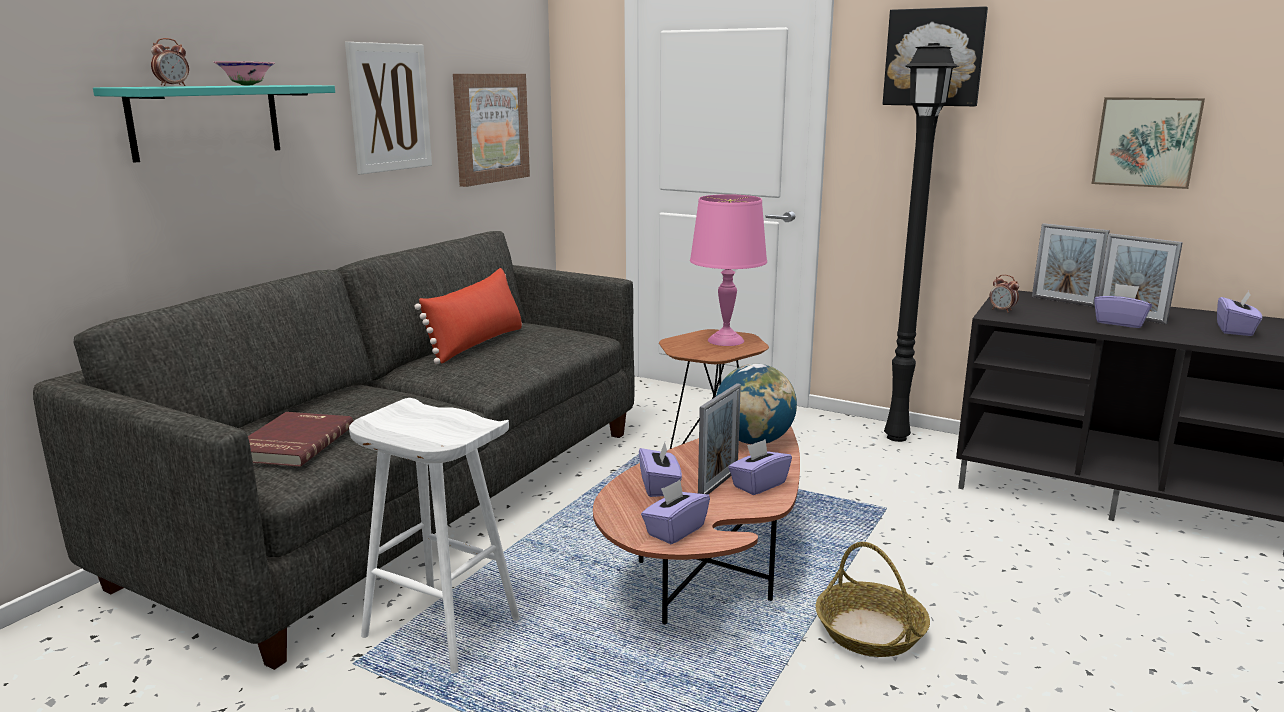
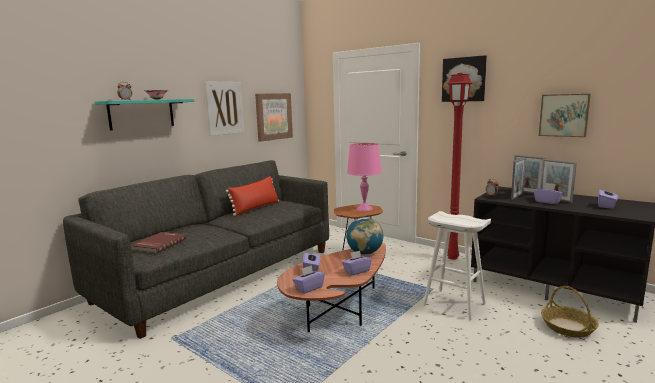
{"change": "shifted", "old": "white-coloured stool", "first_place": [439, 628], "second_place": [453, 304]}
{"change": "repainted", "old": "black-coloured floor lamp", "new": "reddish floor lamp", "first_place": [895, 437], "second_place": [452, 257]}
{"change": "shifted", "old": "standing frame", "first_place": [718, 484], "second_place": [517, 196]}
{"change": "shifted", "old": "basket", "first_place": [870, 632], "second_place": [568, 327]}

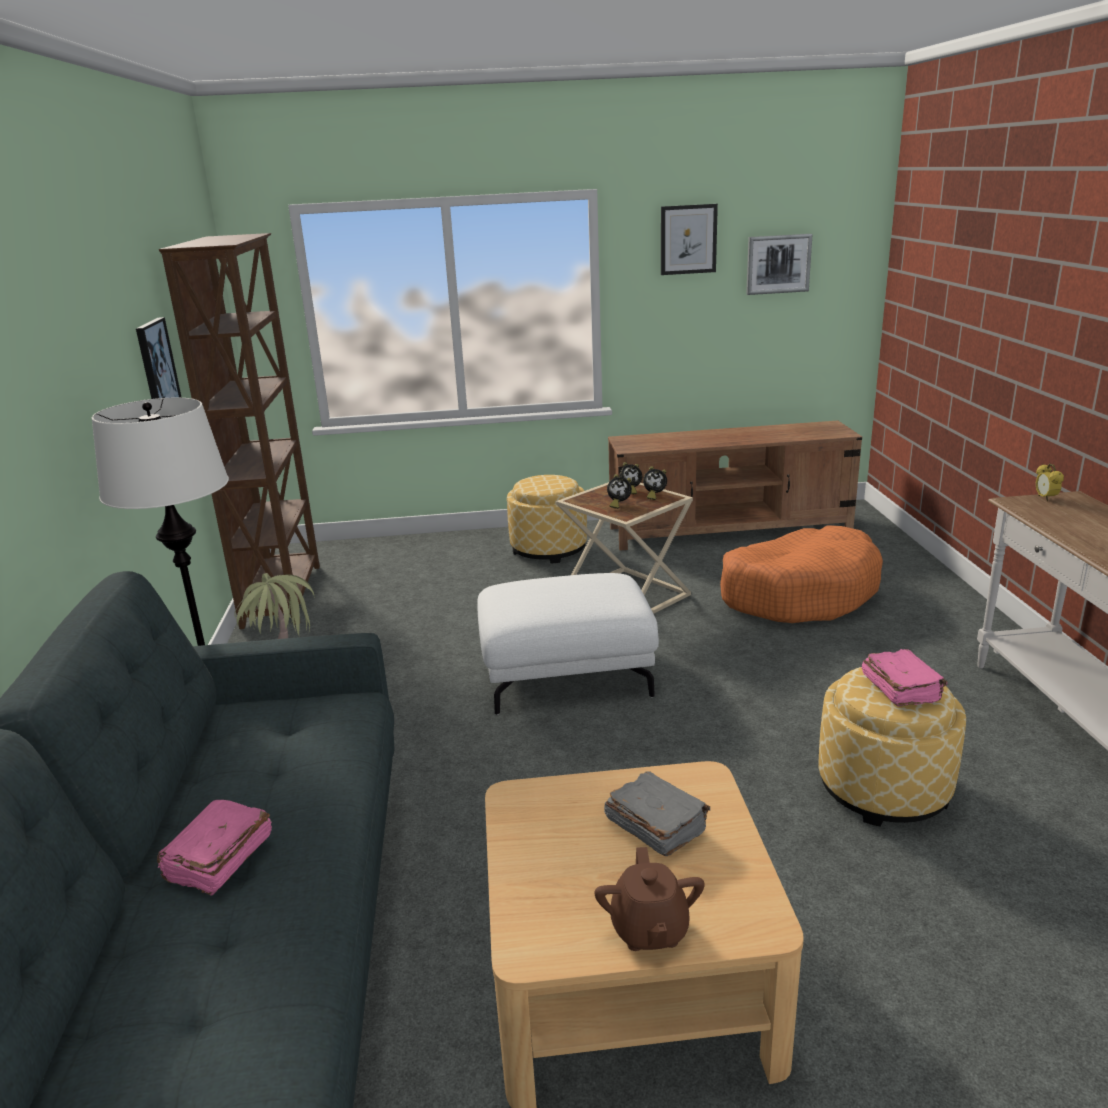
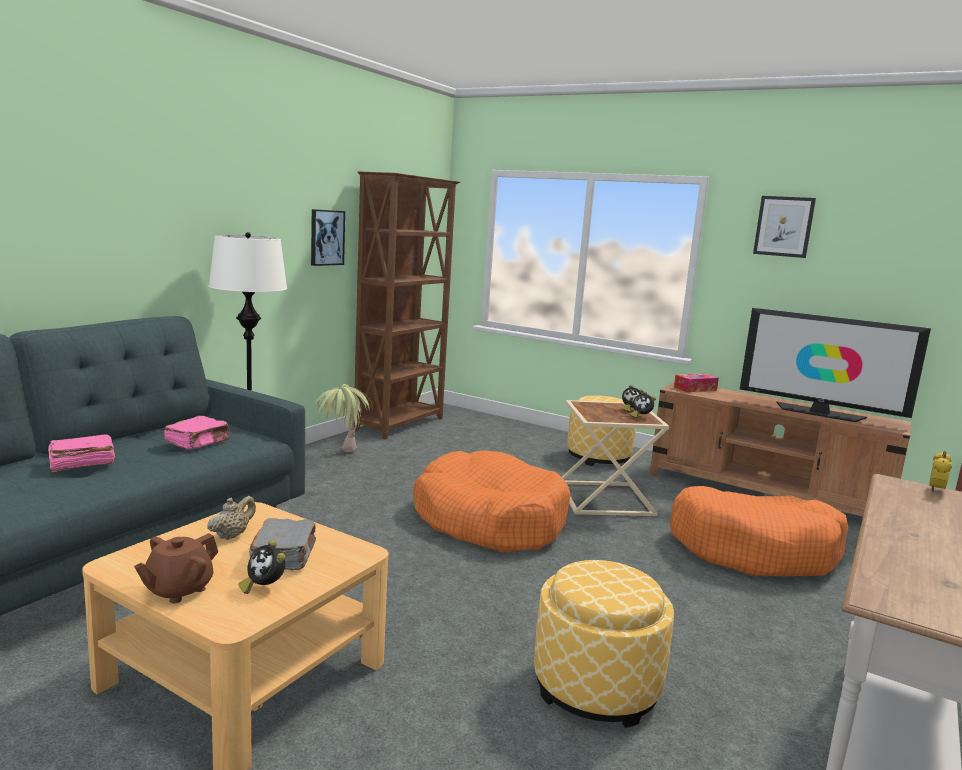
{"change": "shifted", "old": "pink-coloured book", "first_place": [900, 689], "second_place": [198, 442]}
{"change": "new", "new": "beige-coloured teapot", "second_place": [232, 535]}
{"change": "shifted", "old": "table clock", "first_place": [618, 504], "second_place": [264, 587]}
{"change": "swapped", "old": "white-coloured footrest", "new": "orangey dog bed", "first_place": [567, 673], "second_place": [489, 520]}
{"change": "new", "new": "tissue holder", "second_place": [695, 388]}
{"change": "new", "new": "television", "second_place": [819, 413]}
{"change": "gone", "old": "picture", "first_place": [778, 264]}

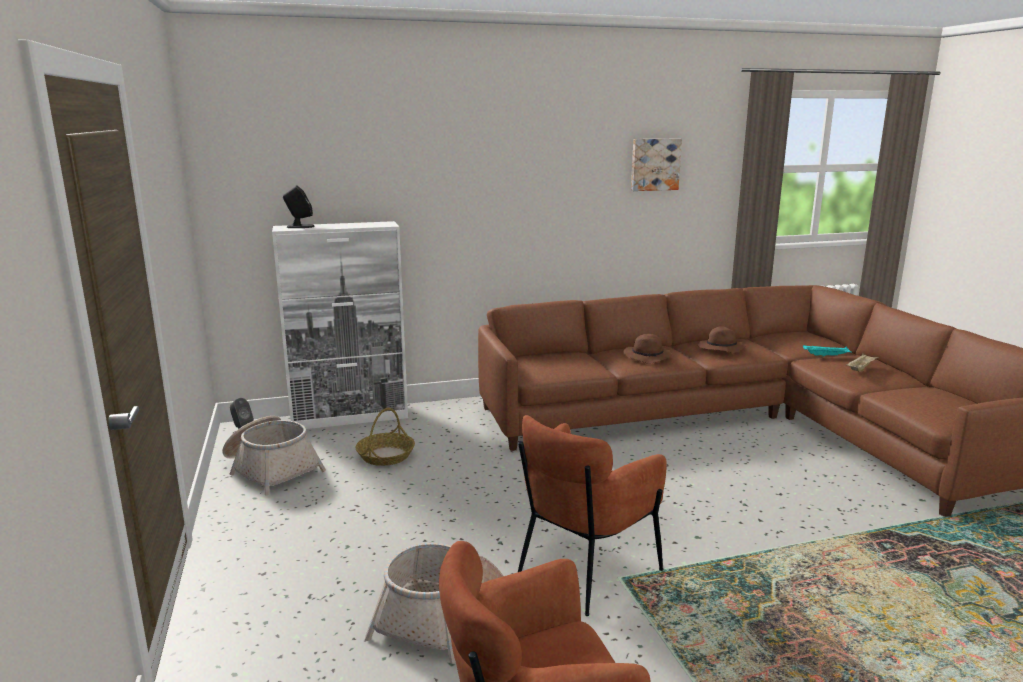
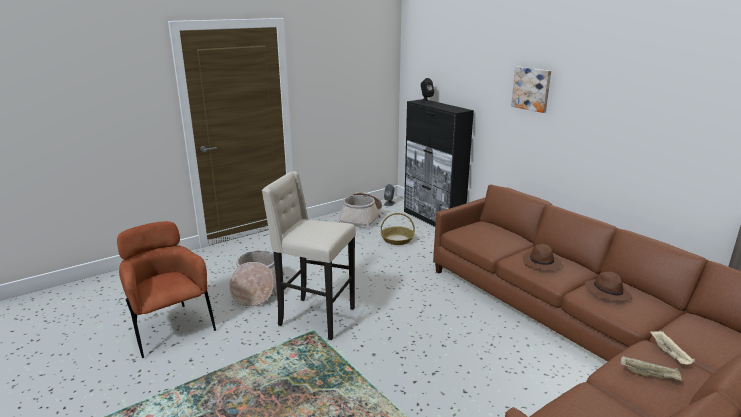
{"change": "swapped", "old": "brown lounge chair", "new": "beige-coloured stool", "first_place": [583, 571], "second_place": [314, 317]}
{"change": "repainted", "old": "white-coloured cabinet", "new": "black-coloured cabinet", "first_place": [350, 417], "second_place": [433, 219]}
{"change": "shifted", "old": "picture", "first_place": [654, 164], "second_place": [532, 89]}
{"change": "repainted", "old": "turquoise tray", "new": "beige-coloured tray", "first_place": [826, 356], "second_place": [670, 355]}

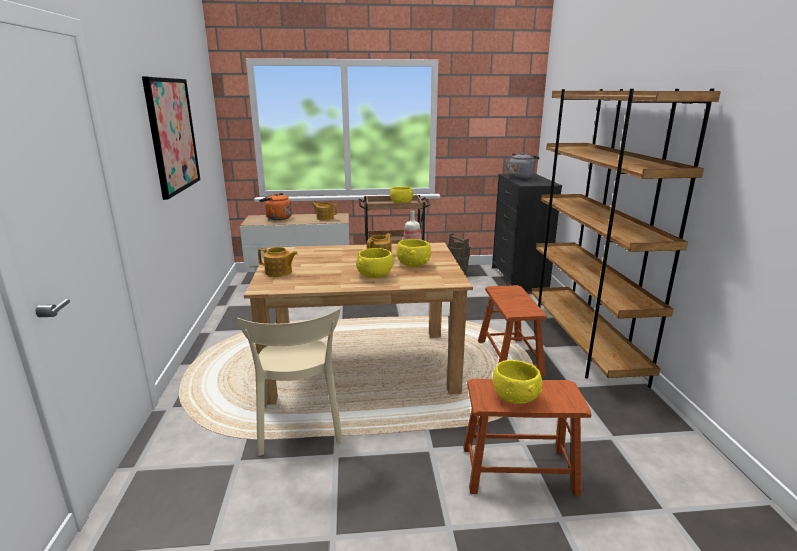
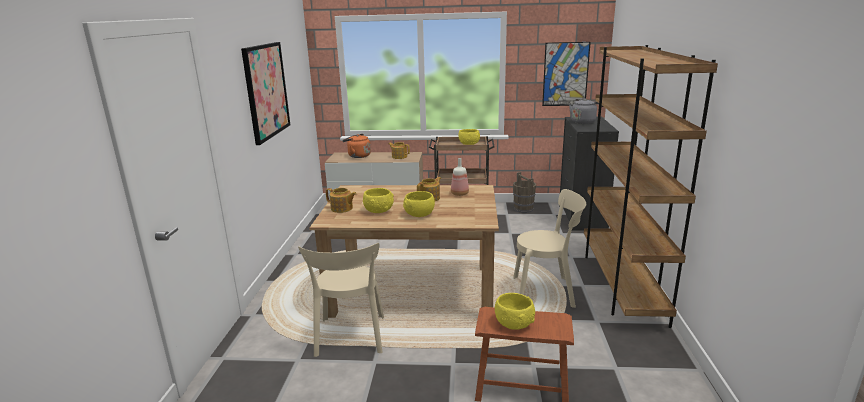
{"change": "shifted", "old": "yellow-coloured serving bowl", "first_place": [413, 264], "second_place": [379, 210]}
{"change": "swapped", "old": "brown stool", "new": "beige-coloured plain chair", "first_place": [509, 357], "second_place": [546, 292]}
{"change": "new", "new": "picture", "second_place": [565, 74]}

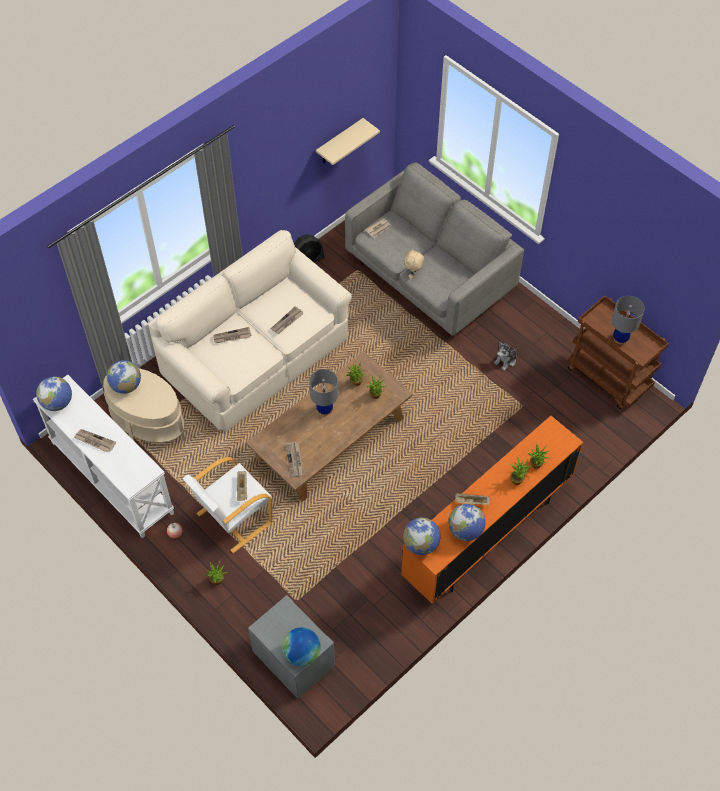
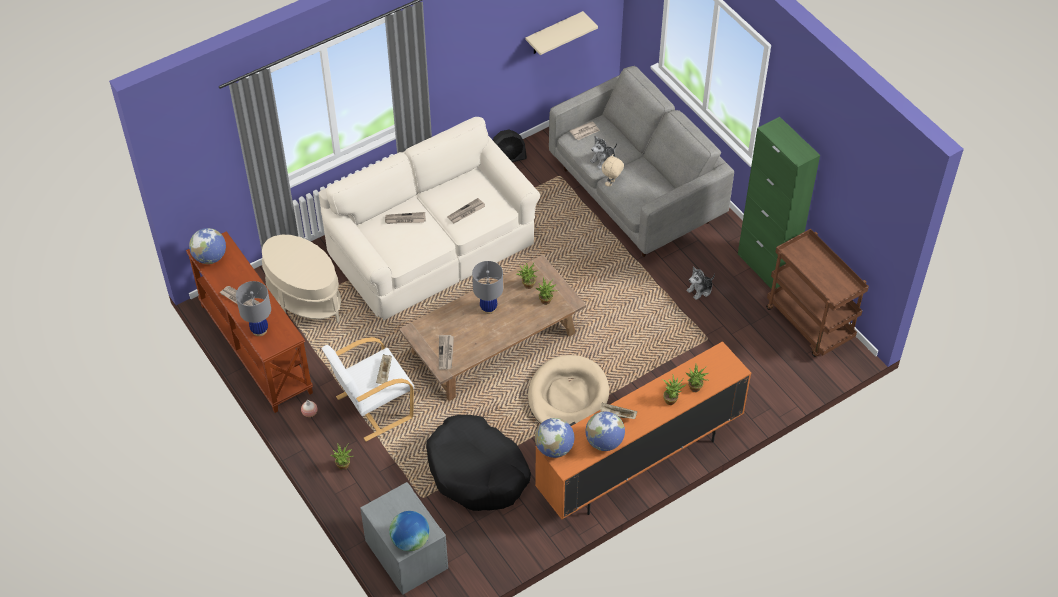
{"change": "repainted", "old": "white-coloured hall table", "new": "brown hall table", "first_place": [111, 478], "second_place": [254, 348]}
{"change": "shifted", "old": "grey tabletop lamp", "first_place": [620, 339], "second_place": [259, 330]}
{"change": "new", "new": "black-coloured dog bed", "second_place": [477, 471]}
{"change": "new", "new": "beige-coloured dog bed", "second_place": [568, 397]}
{"change": "new", "new": "soft toy", "second_place": [603, 160]}
{"change": "new", "new": "green cabinet", "second_place": [765, 267]}
{"change": "gone", "old": "desk globe", "first_place": [126, 386]}

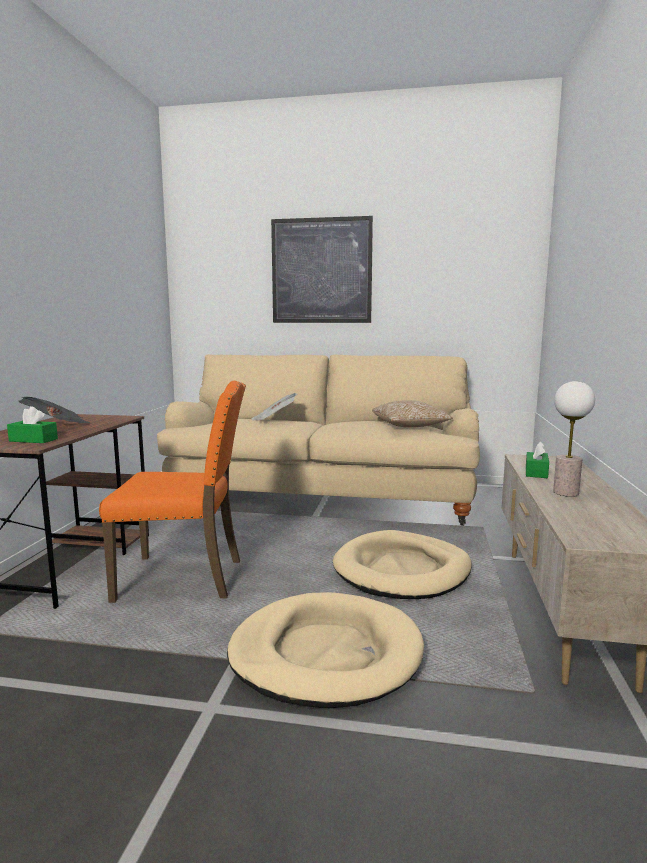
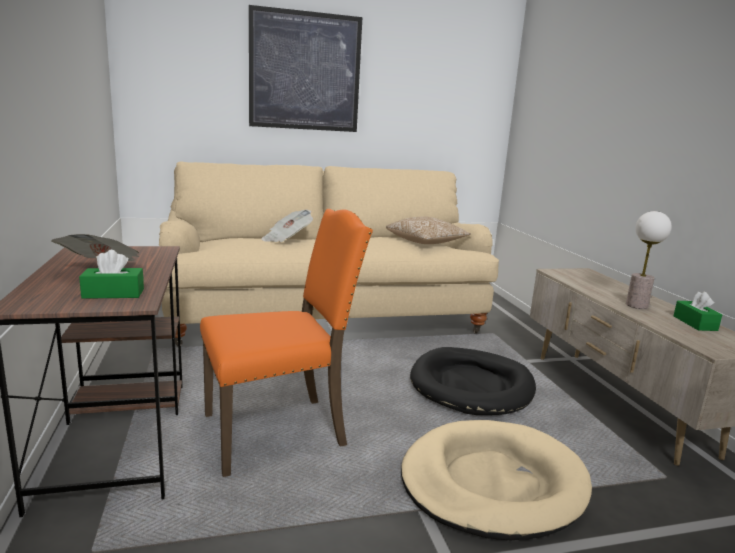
{"change": "repainted", "old": "beige-coloured dog bed", "new": "black-coloured dog bed", "first_place": [402, 570], "second_place": [471, 385]}
{"change": "shifted", "old": "green tissue holder", "first_place": [536, 472], "second_place": [695, 323]}

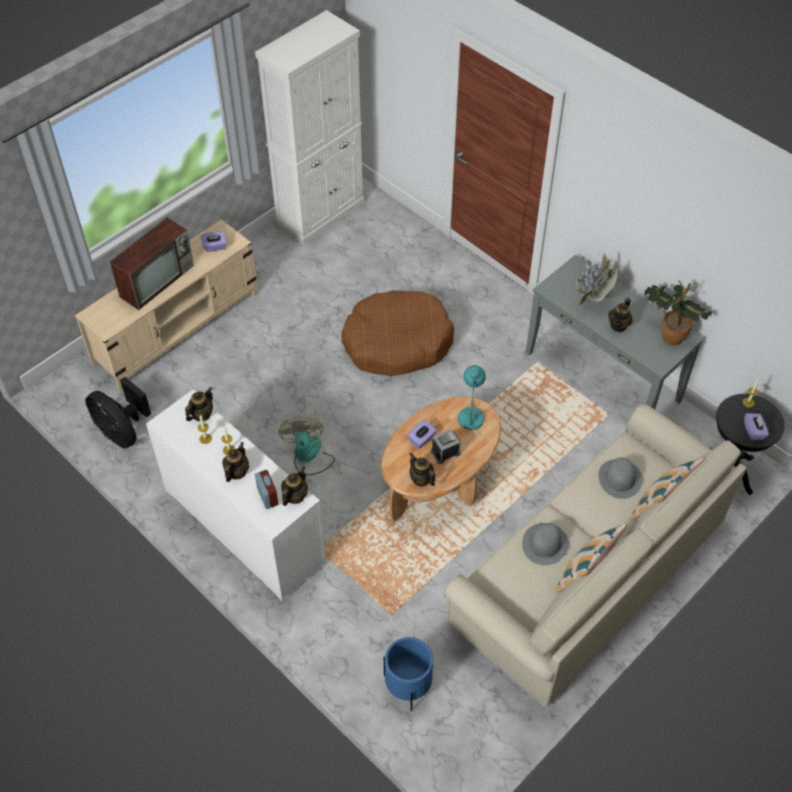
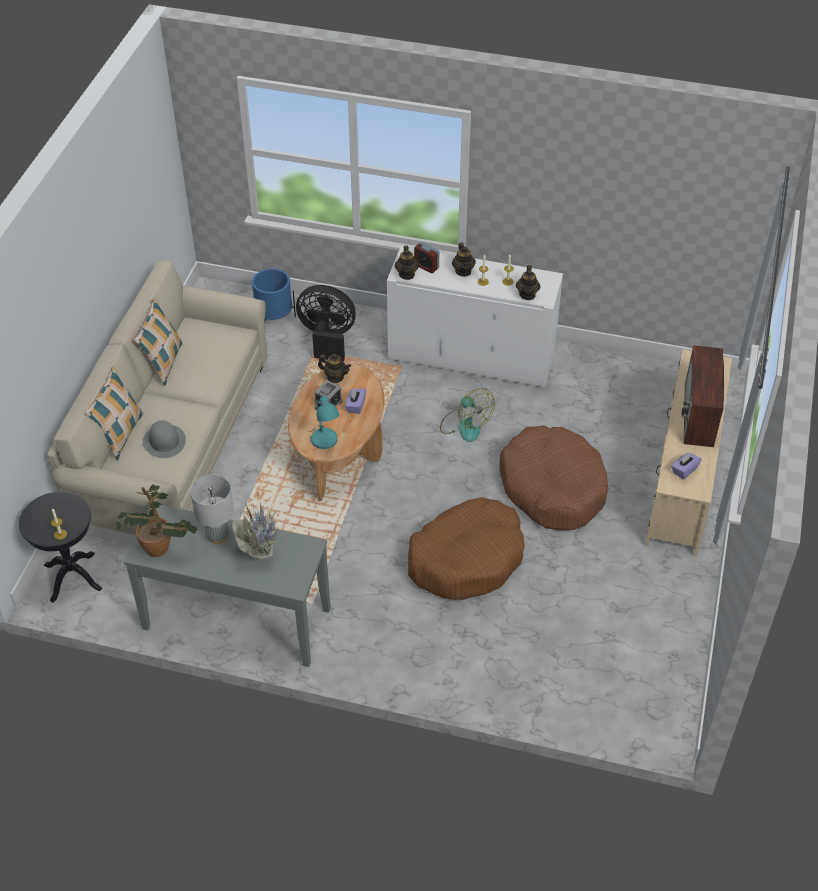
{"change": "swapped", "old": "teapot", "new": "grey tabletop lamp", "first_place": [618, 325], "second_place": [218, 537]}
{"change": "shifted", "old": "black-coloured electric fan", "first_place": [122, 432], "second_place": [327, 338]}
{"change": "new", "new": "brown dog bed", "second_place": [552, 487]}
{"change": "gone", "old": "white-coloured cabinet", "first_place": [320, 212]}
{"change": "gone", "old": "grey hat", "first_place": [545, 544]}
{"change": "gone", "old": "purple-coloured tissue holder", "first_place": [754, 431]}

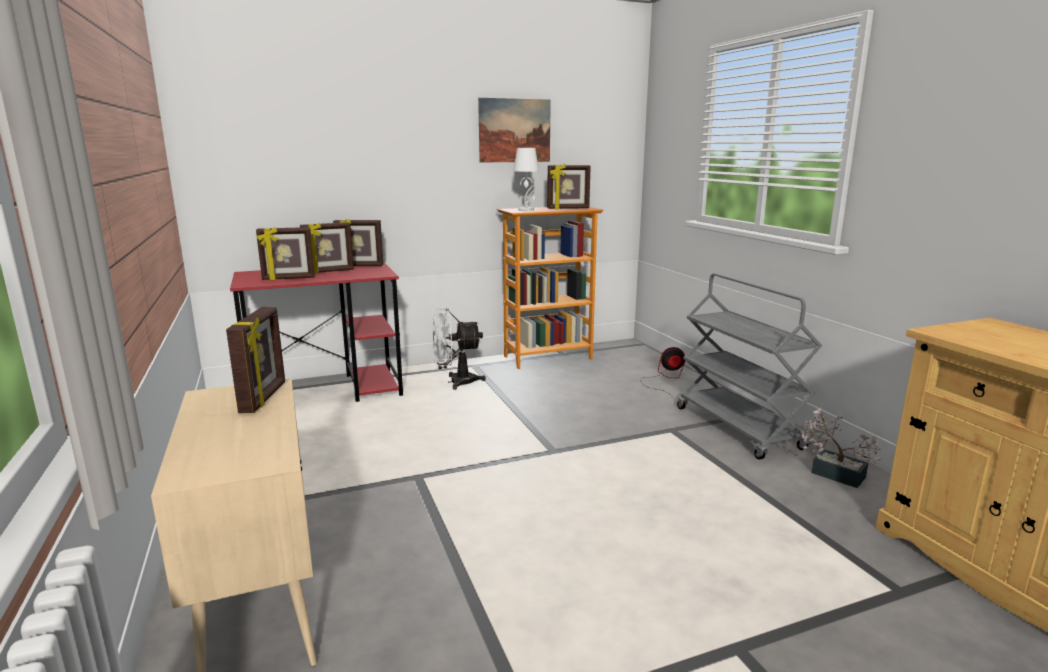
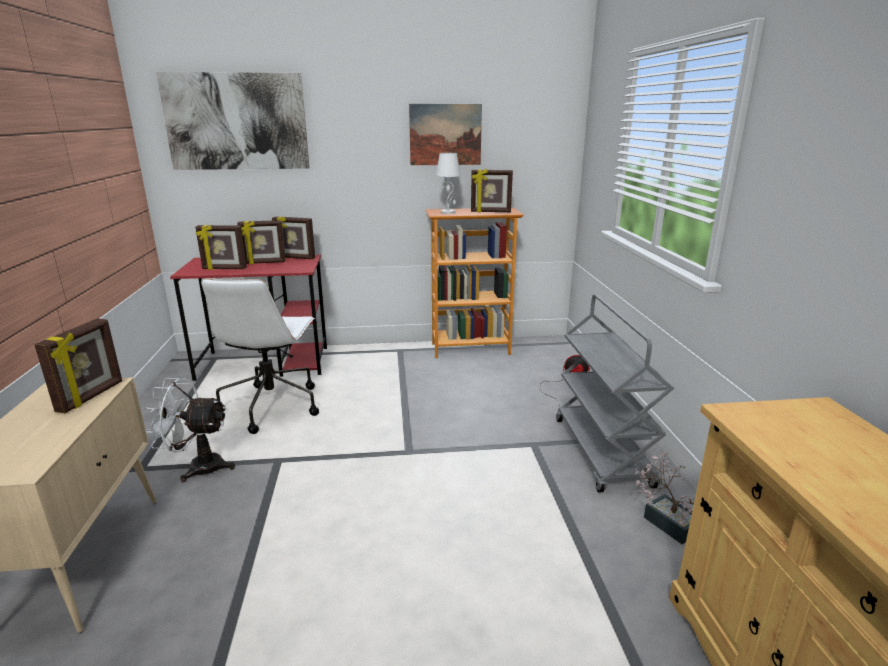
{"change": "shifted", "old": "white-coloured electric fan", "first_place": [455, 382], "second_place": [198, 467]}
{"change": "new", "new": "picture", "second_place": [236, 122]}
{"change": "new", "new": "white-coloured desk chair", "second_place": [272, 405]}

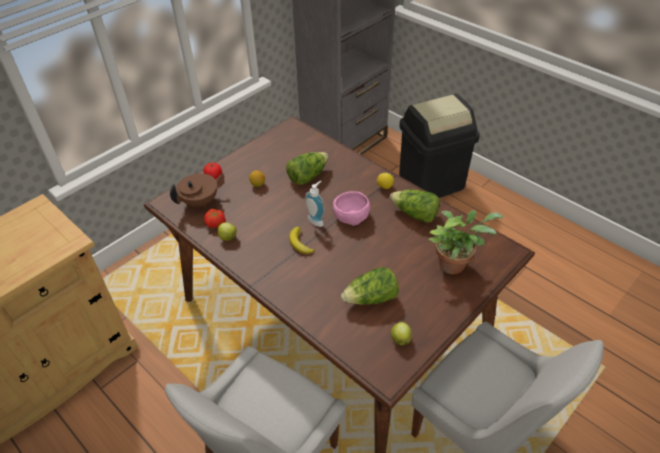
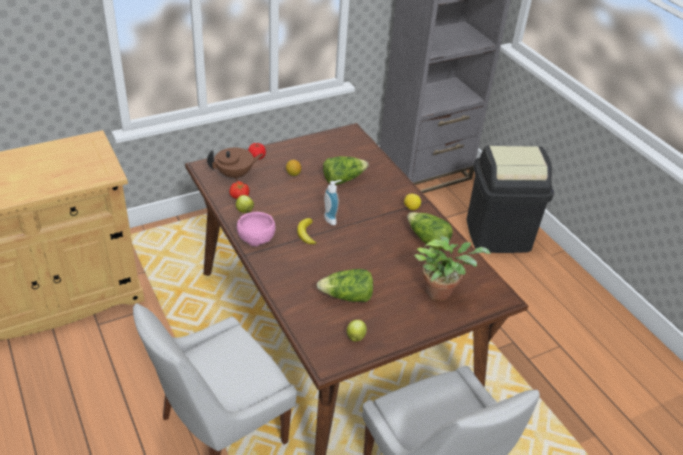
{"change": "shifted", "old": "pink-coloured serving bowl", "first_place": [350, 216], "second_place": [255, 237]}

